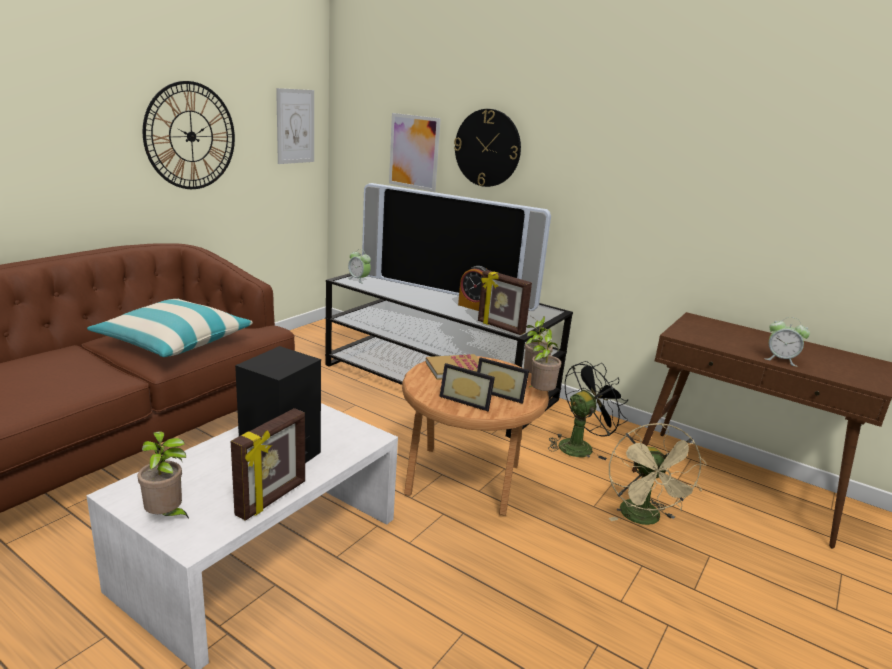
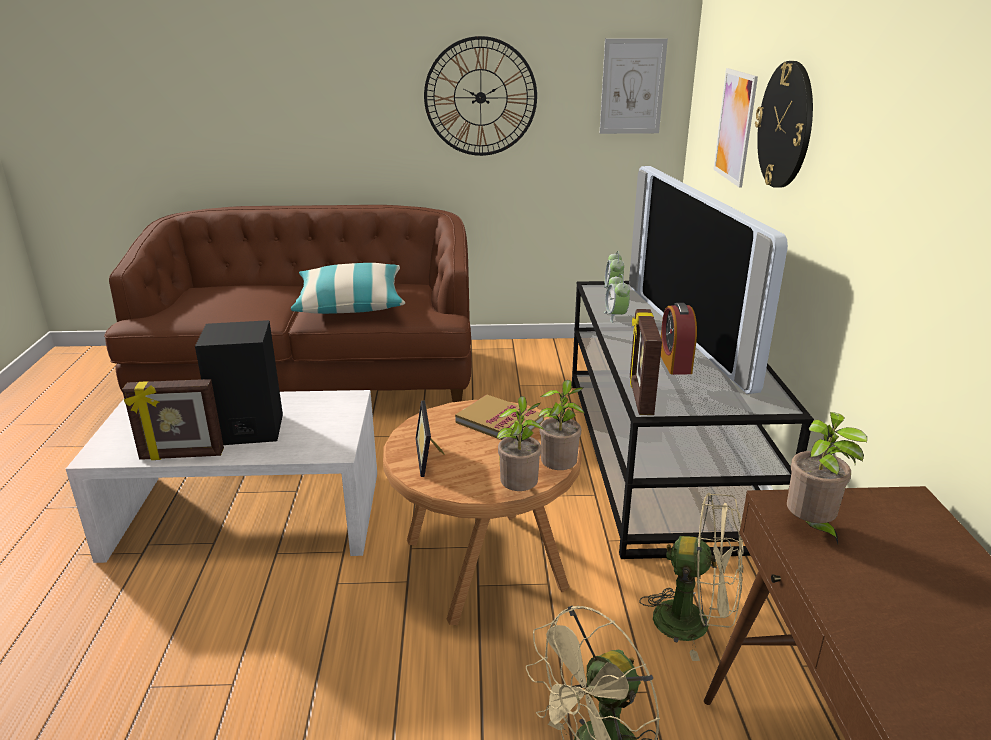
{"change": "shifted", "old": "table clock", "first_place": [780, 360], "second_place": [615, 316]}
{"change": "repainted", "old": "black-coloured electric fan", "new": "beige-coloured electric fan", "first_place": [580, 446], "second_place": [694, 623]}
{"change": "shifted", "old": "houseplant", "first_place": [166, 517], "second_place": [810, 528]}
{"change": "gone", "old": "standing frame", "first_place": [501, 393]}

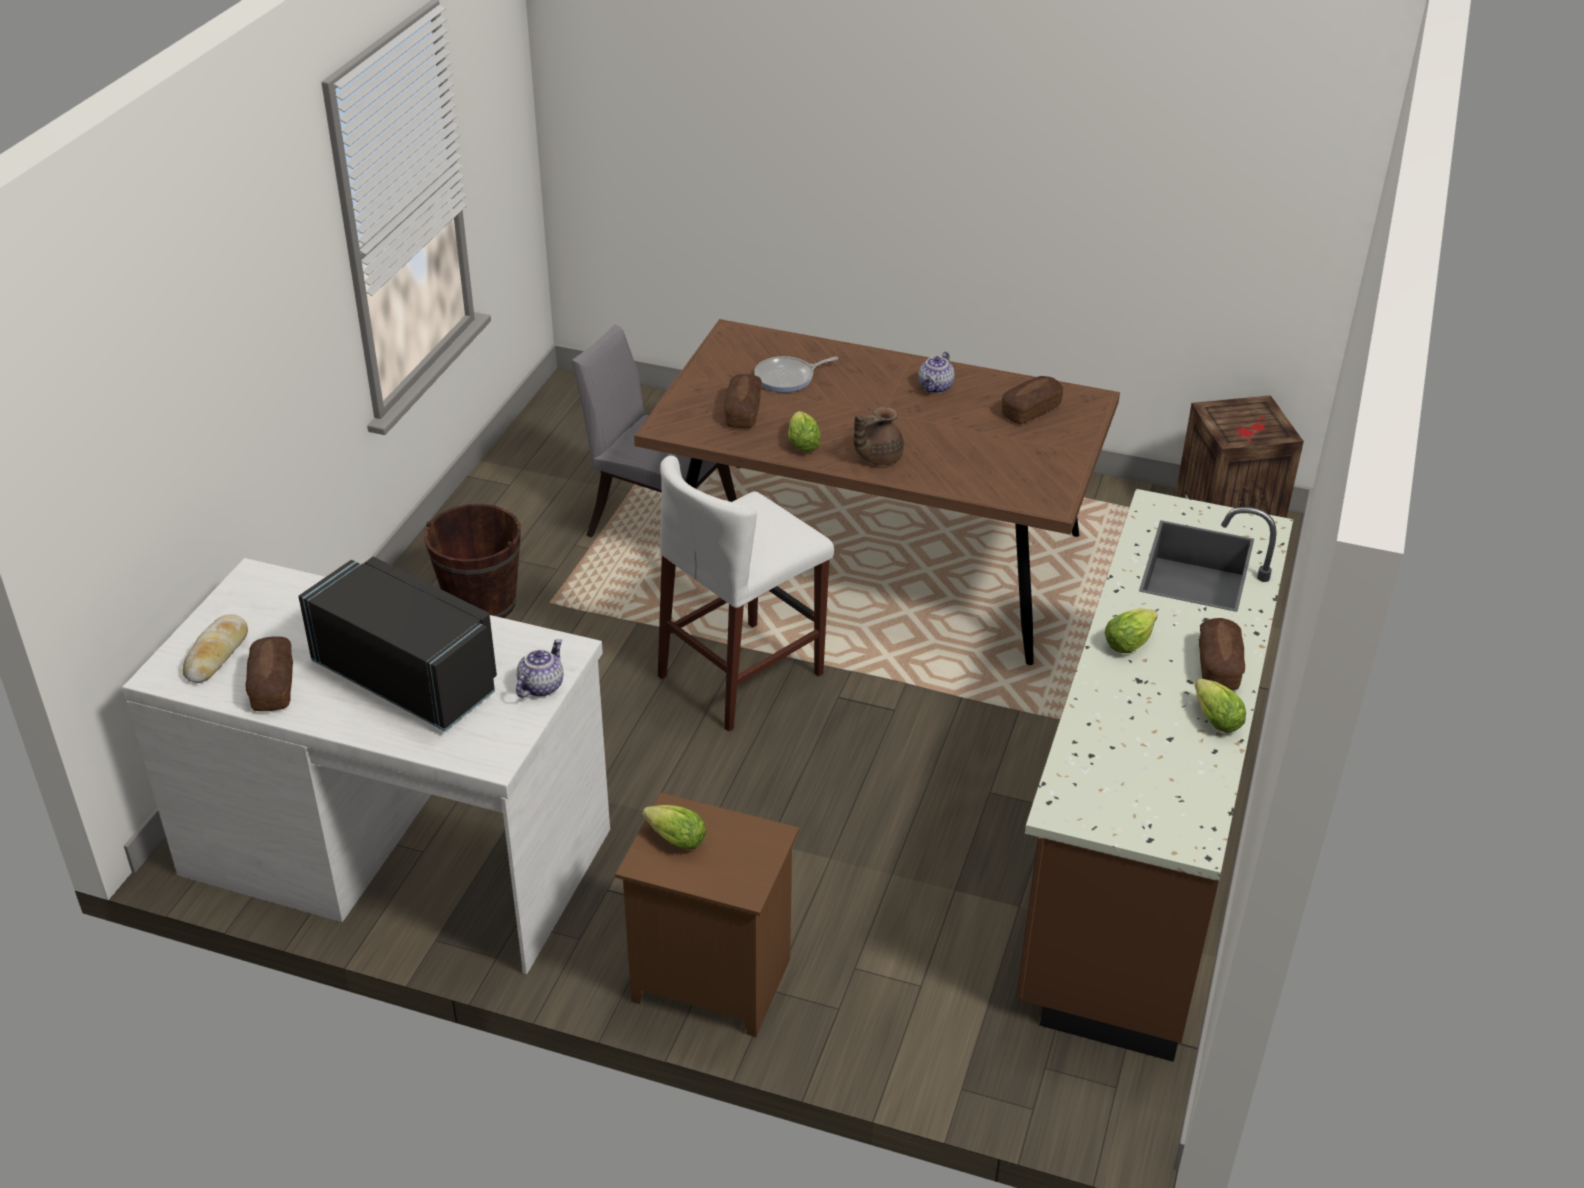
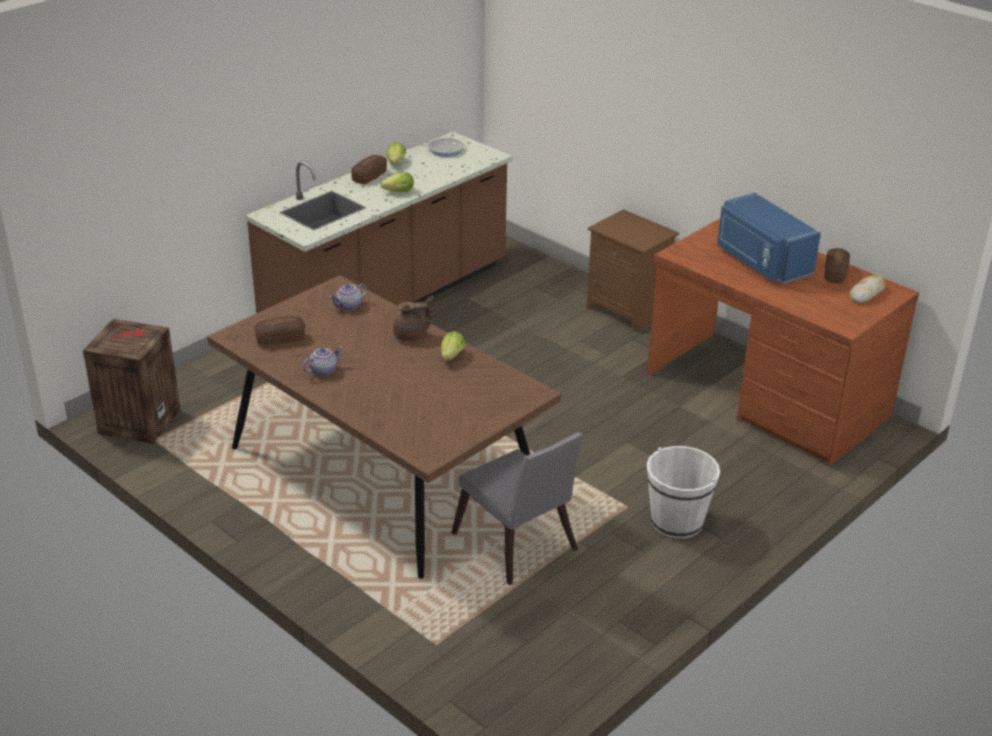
{"change": "shifted", "old": "teapot", "first_place": [540, 686], "second_place": [349, 306]}
{"change": "shifted", "old": "pan", "first_place": [787, 378], "second_place": [443, 150]}
{"change": "repainted", "old": "white-coloured desk", "new": "brown desk", "first_place": [397, 849], "second_place": [766, 396]}
{"change": "repainted", "old": "brown water bucket", "new": "white-coloured water bucket", "first_place": [481, 603], "second_place": [677, 521]}
{"change": "repainted", "old": "black-coloured microwave", "new": "blue microwave", "first_place": [410, 676], "second_place": [761, 261]}
{"change": "gone", "old": "lettuce head", "first_place": [672, 839]}
{"change": "gone", "old": "white-coloured stool", "first_place": [741, 675]}
{"change": "gone", "old": "bakery bread", "first_place": [743, 412]}

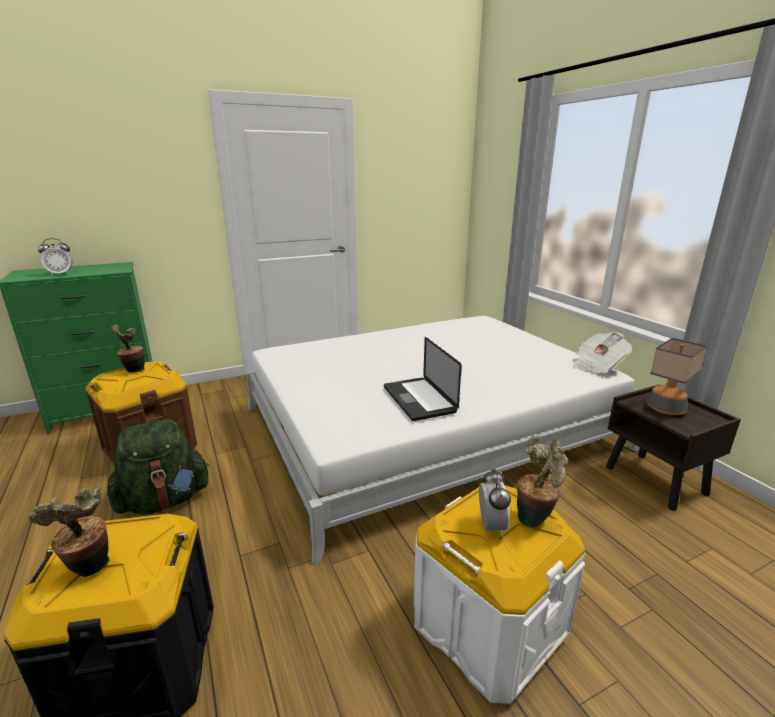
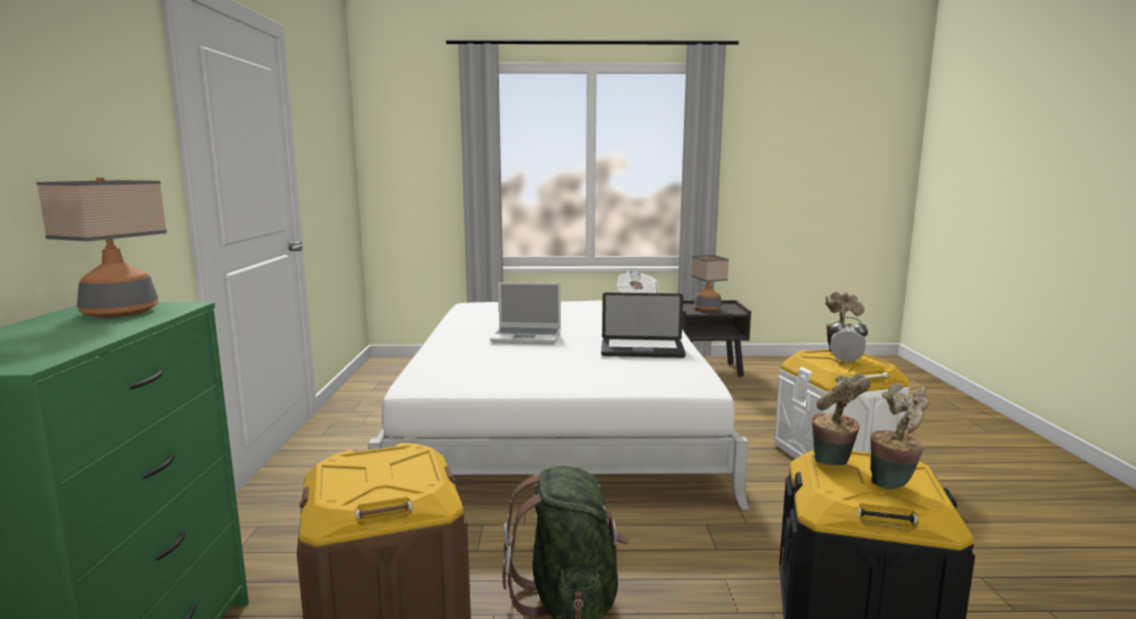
{"change": "new", "new": "tabletop lamp", "second_place": [119, 312]}
{"change": "new", "new": "laptop", "second_place": [527, 337]}
{"change": "shifted", "old": "houseplant", "first_place": [133, 371], "second_place": [833, 463]}
{"change": "gone", "old": "table clock", "first_place": [61, 274]}

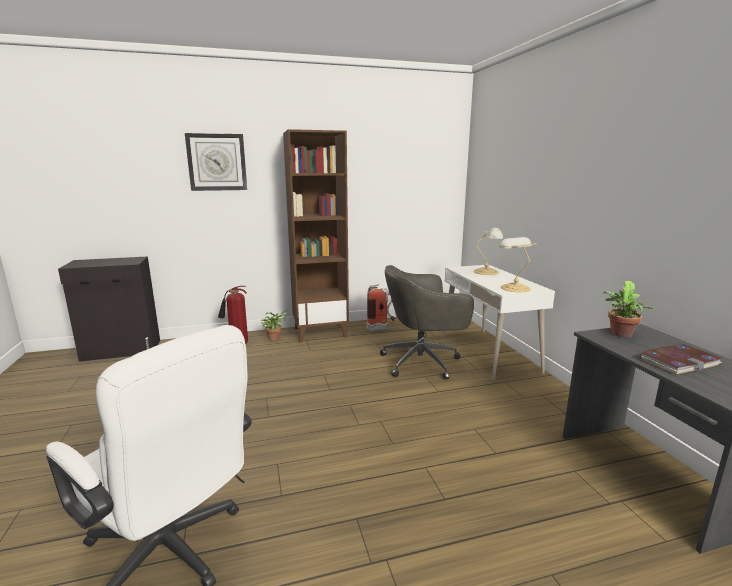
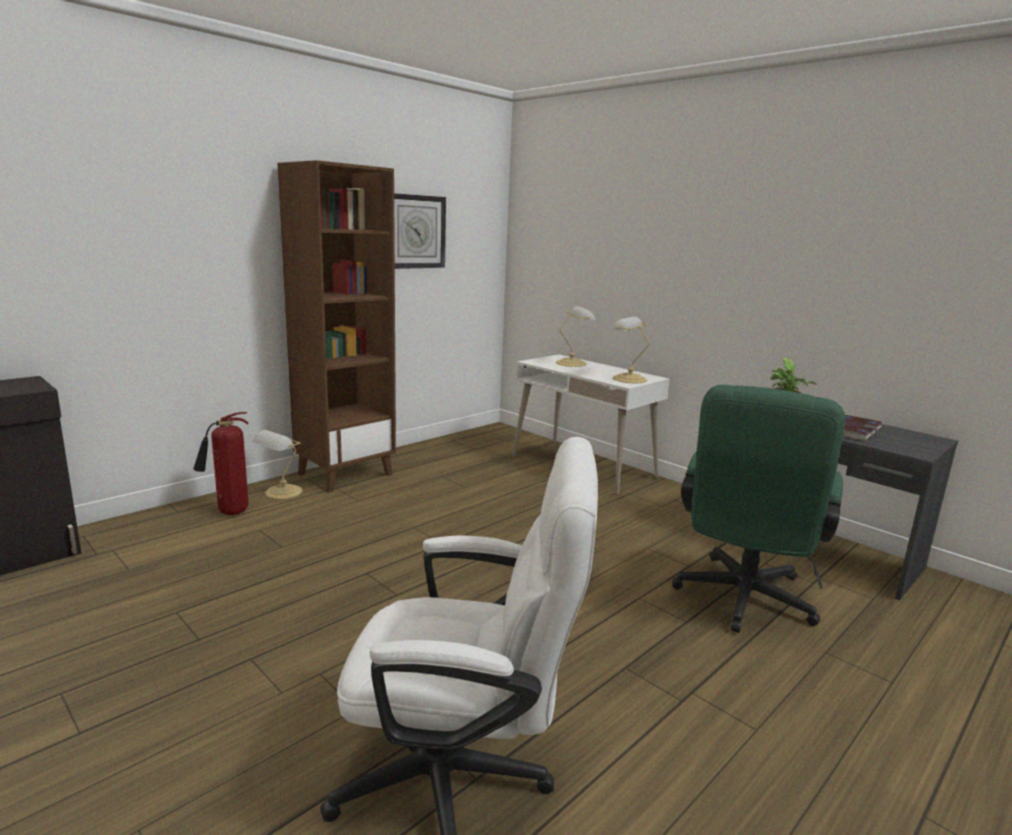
{"change": "swapped", "old": "houseplant", "new": "tabletop lamp", "first_place": [275, 338], "second_place": [282, 492]}
{"change": "shifted", "old": "wall clock", "first_place": [217, 162], "second_place": [415, 232]}
{"change": "new", "new": "green desk chair", "second_place": [742, 602]}
{"change": "gone", "old": "fire-fighting cylinder", "first_place": [381, 329]}
{"change": "gone", "old": "grey desk chair", "first_place": [422, 362]}

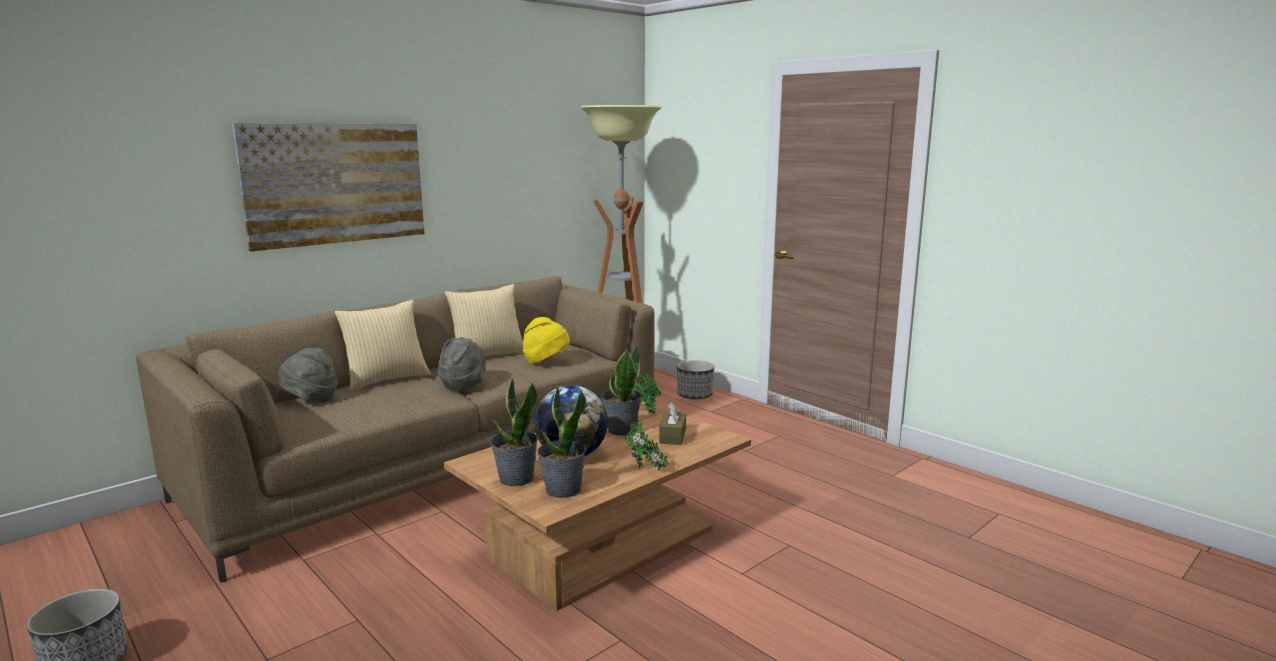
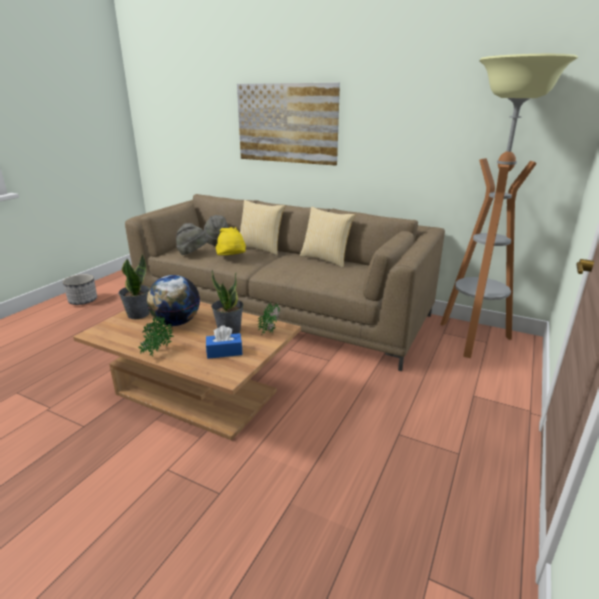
{"change": "shifted", "old": "grey hat", "first_place": [463, 385], "second_place": [193, 253]}
{"change": "repainted", "old": "brown tissue holder", "new": "blue tissue holder", "first_place": [672, 436], "second_place": [224, 352]}
{"change": "shifted", "old": "yellow-coloured hat", "first_place": [546, 362], "second_place": [232, 258]}
{"change": "gone", "old": "houseplant", "first_place": [563, 490]}
{"change": "gone", "old": "flower pot", "first_place": [695, 395]}

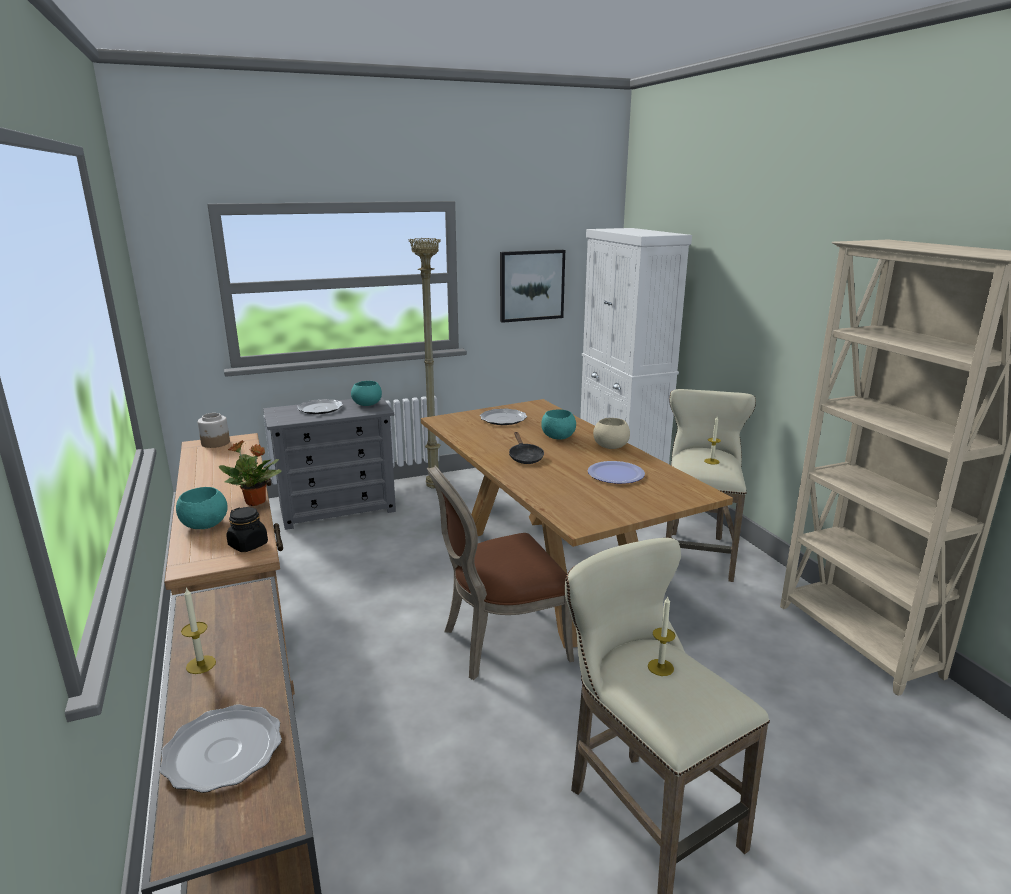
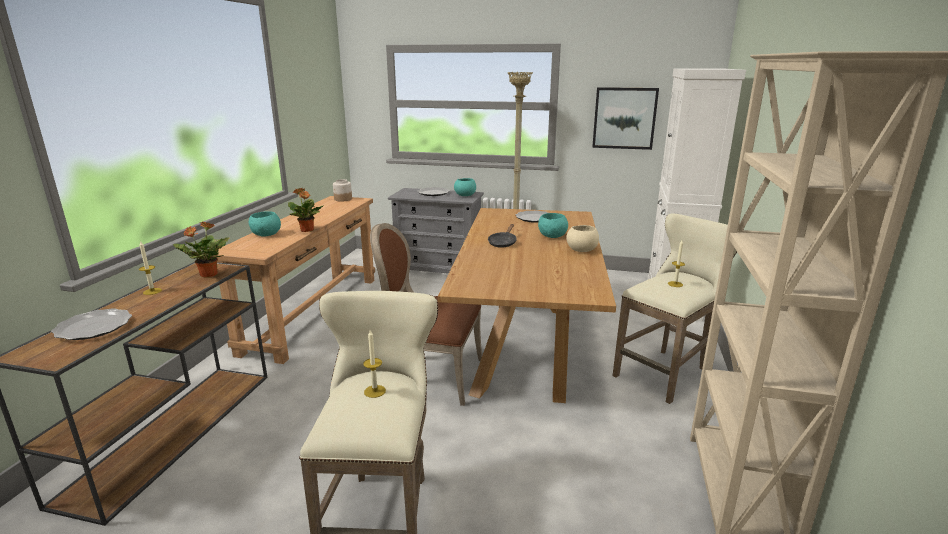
{"change": "new", "new": "houseplant", "second_place": [208, 275]}
{"change": "gone", "old": "black-coloured storage jar", "first_place": [248, 545]}
{"change": "gone", "old": "dinner plate", "first_place": [615, 474]}

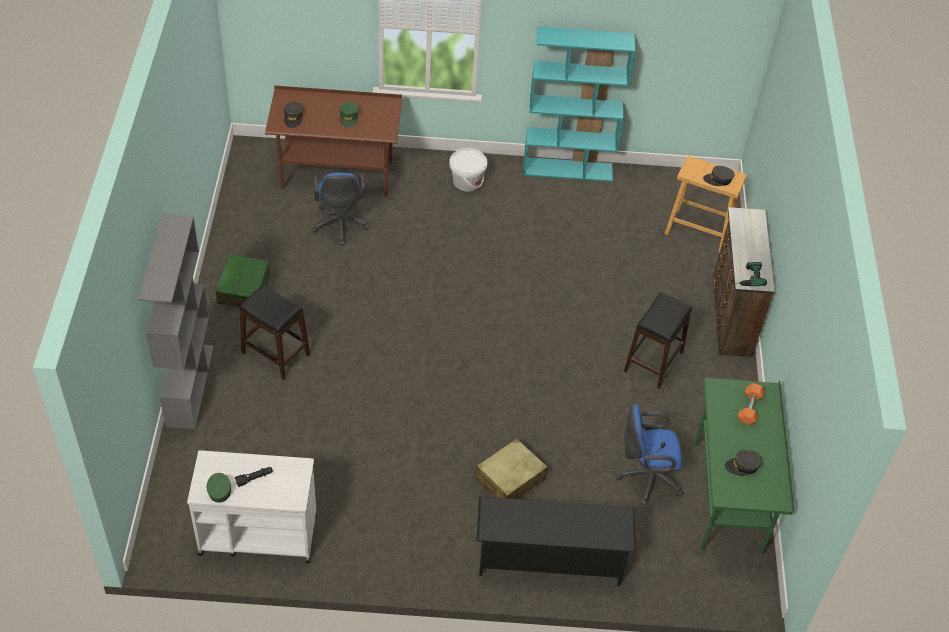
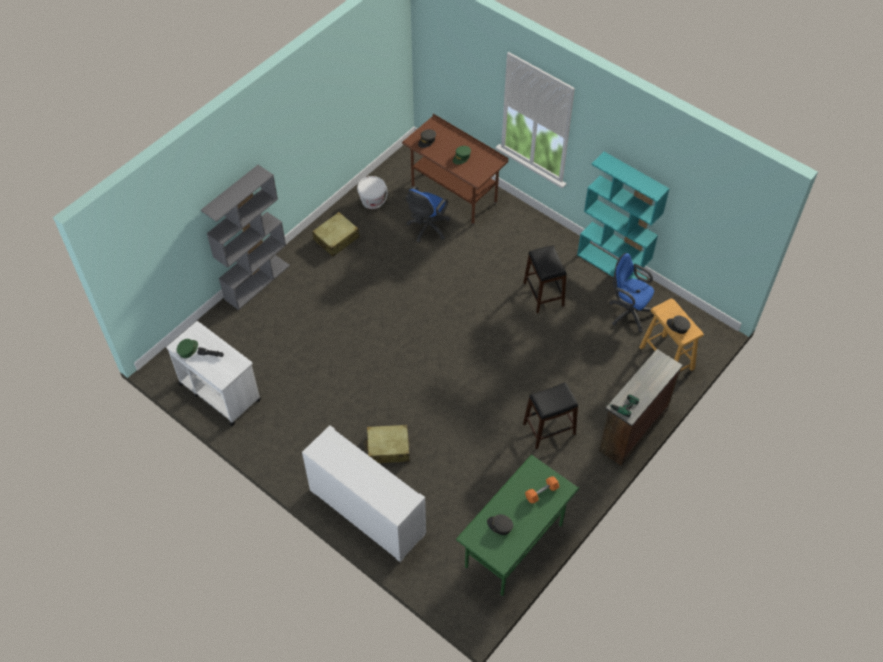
{"change": "swapped", "old": "black-coloured shoe shelf", "new": "white-coloured cabinet", "first_place": [549, 559], "second_place": [367, 512]}
{"change": "repainted", "old": "green travel case", "new": "beige-coloured travel case", "first_place": [244, 289], "second_place": [336, 239]}
{"change": "shifted", "old": "white-coloured water bucket", "first_place": [467, 181], "second_place": [372, 201]}
{"change": "shifted", "old": "black-coloured stool", "first_place": [275, 353], "second_place": [543, 294]}
{"change": "shifted", "old": "blue desk chair", "first_place": [646, 477], "second_place": [628, 312]}

